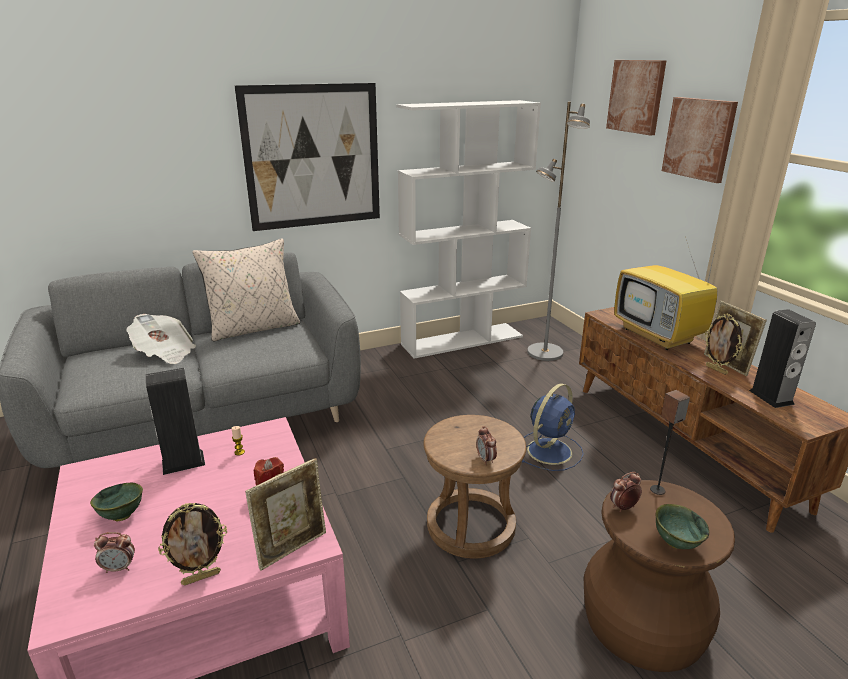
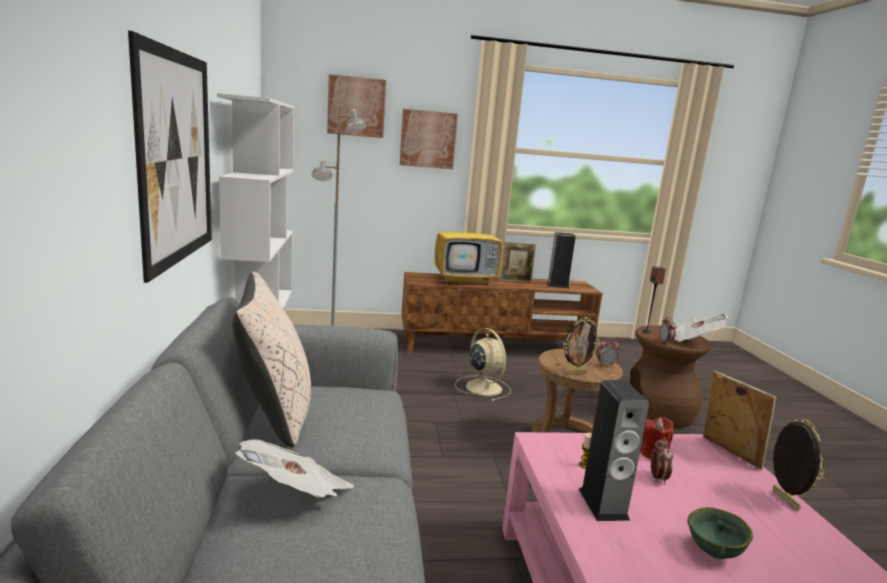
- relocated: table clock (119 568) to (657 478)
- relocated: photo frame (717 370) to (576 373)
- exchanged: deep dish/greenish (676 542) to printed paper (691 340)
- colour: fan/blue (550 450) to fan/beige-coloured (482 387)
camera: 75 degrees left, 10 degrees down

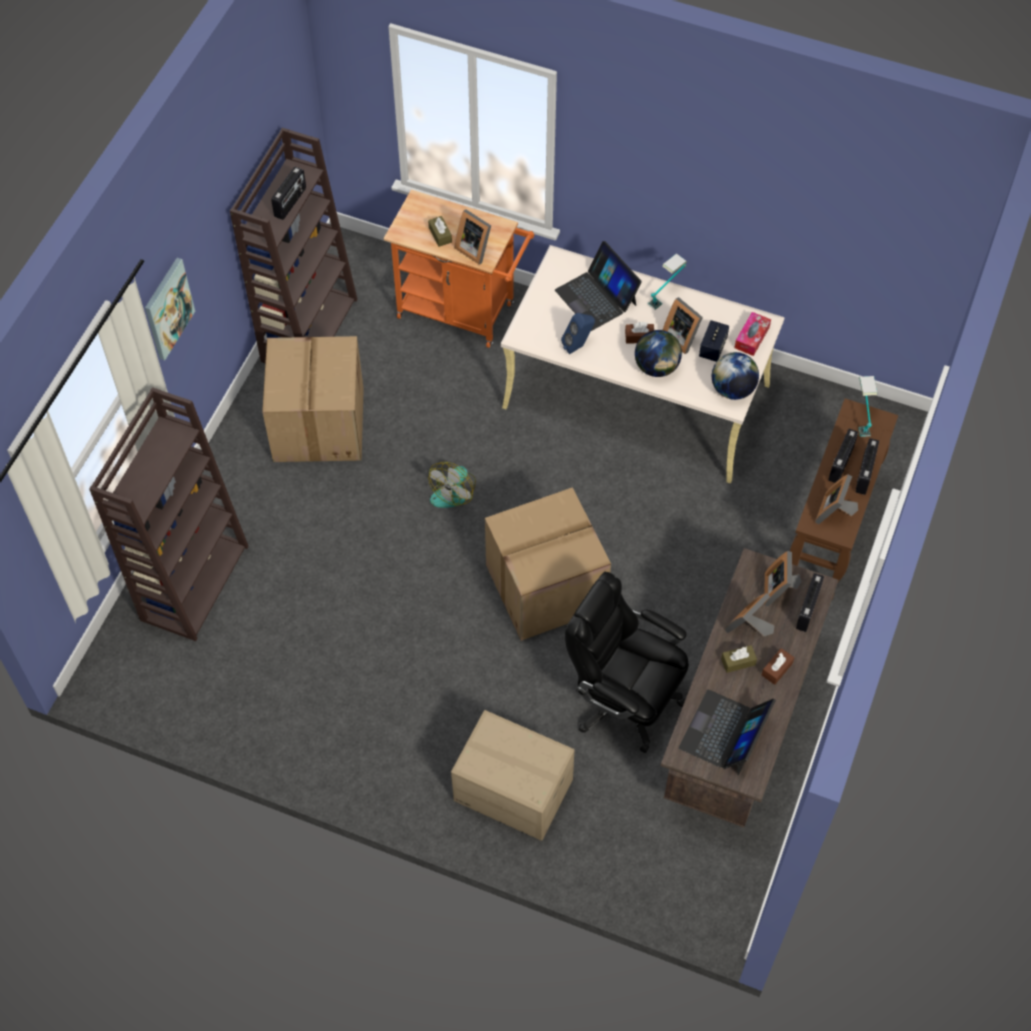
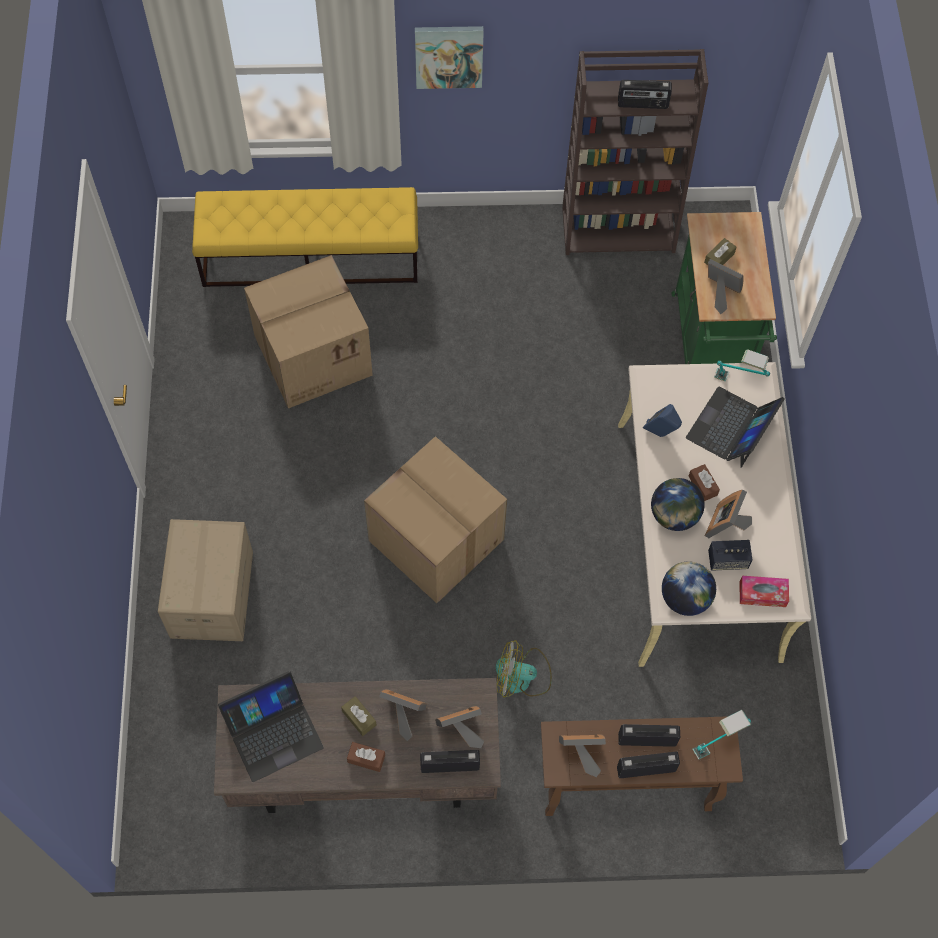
- missing: computer chair/blackish (623 699)
- relocated: carton (317 423) to (314 354)
- relocated: fan (453 491) to (522 677)
- relocated: lamp for a table (666 295) to (738 381)
- exchanged: bookshelf/brownish (194 581) to indoor bench/yellow (311 257)
- colour: trolley/orangey (462 312) to trolley/greenish (711 345)
- spun: photo frame (474 248) = (720 293) 105 degrees clockwise
- spun: laptop (724 733) = (273 733) 150 degrees clockwise
camera: 65 degrees right, 5 degrees up

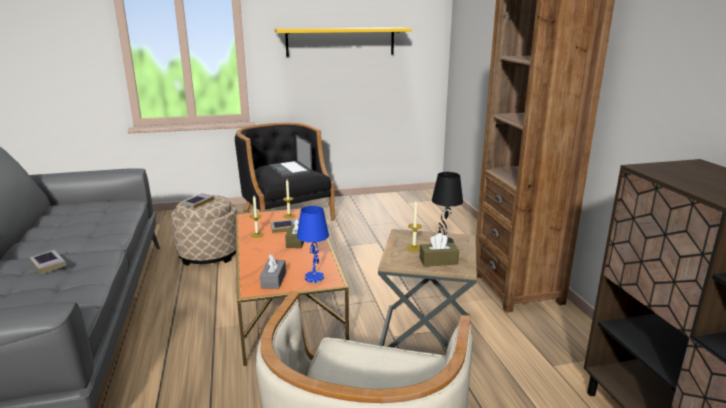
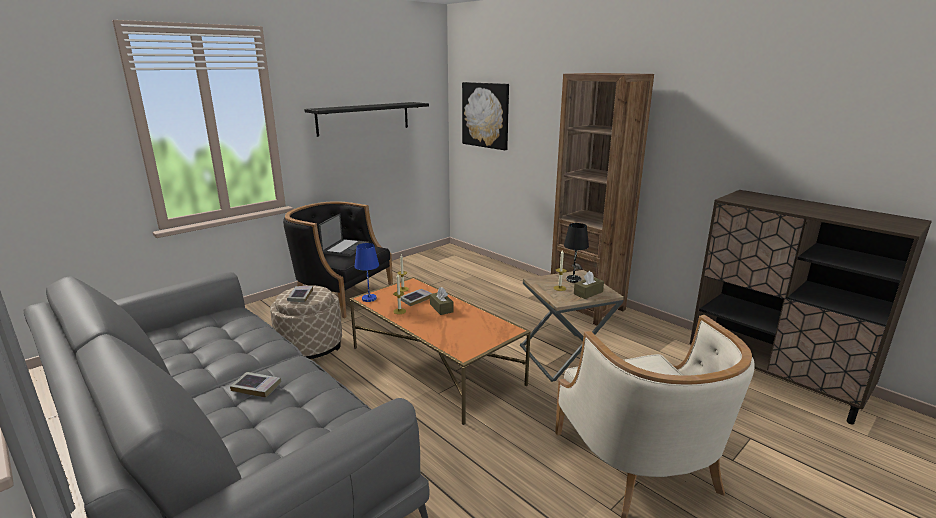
- missing: tissue box/gray (273 280)
- appeared: wall art (486 115)
- relocated: lamp for a table/blue (314 277) to (369 298)
- colour: bracket shelf/yellow (340 41) to bracket shelf/blackish (364 118)
- spun: laptop (290 169) = (346 248) 105 degrees counterclockwise
camera: 30 degrees left, 0 degrees up

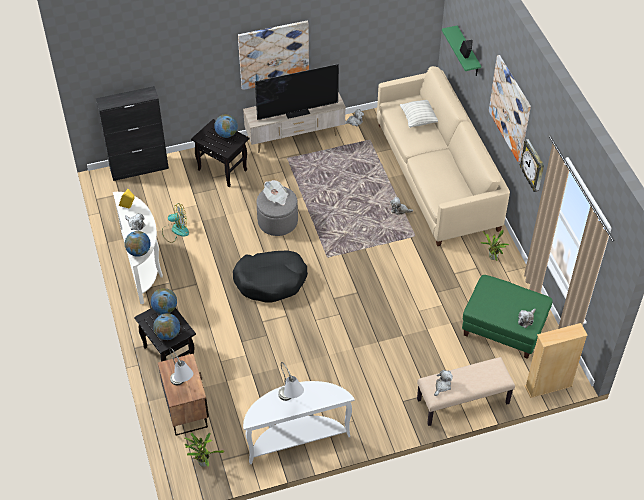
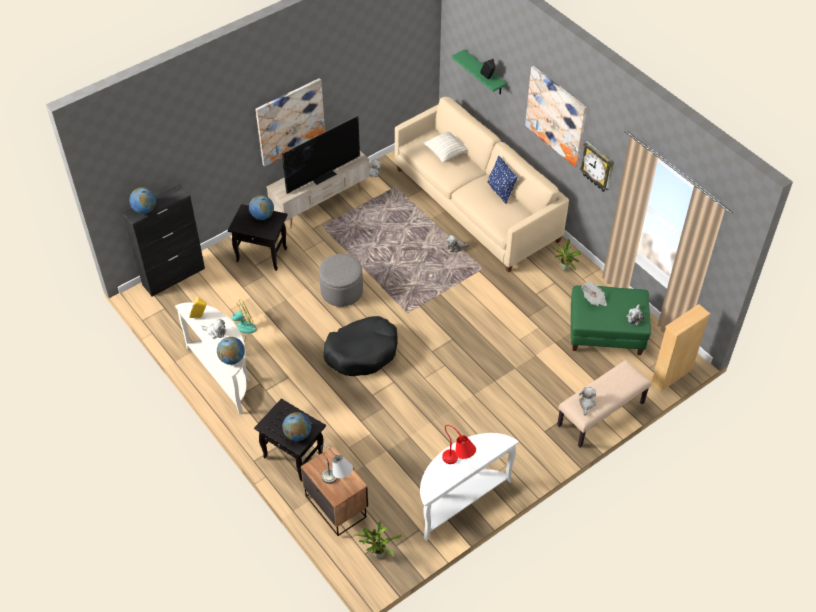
- appeared: pillow/blue (500 191)
- relocated: globe (165 309) to (145 209)
- relocated: printed paper (276 197) to (593 299)
- colour: lamp for a table/gray (290 402) to lamp for a table/red-coloured (458 463)
camera: 20 degrees left, 0 degrees up

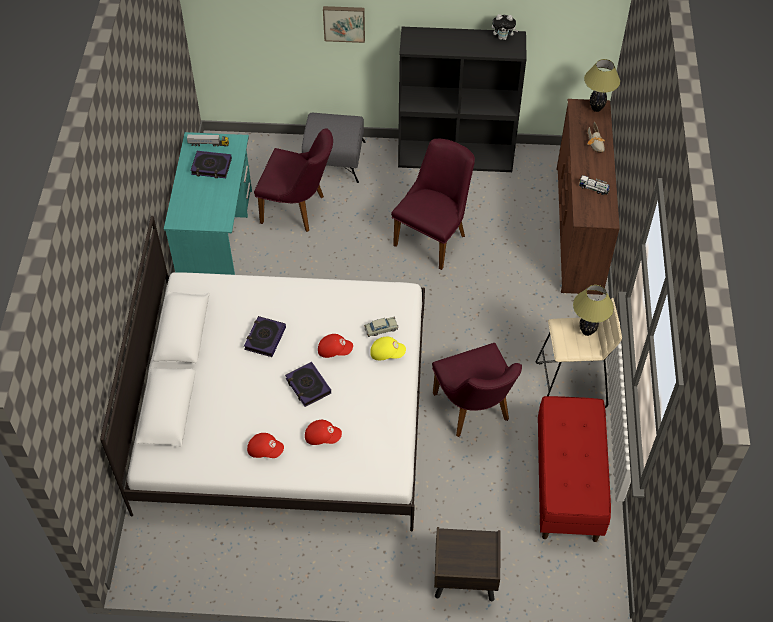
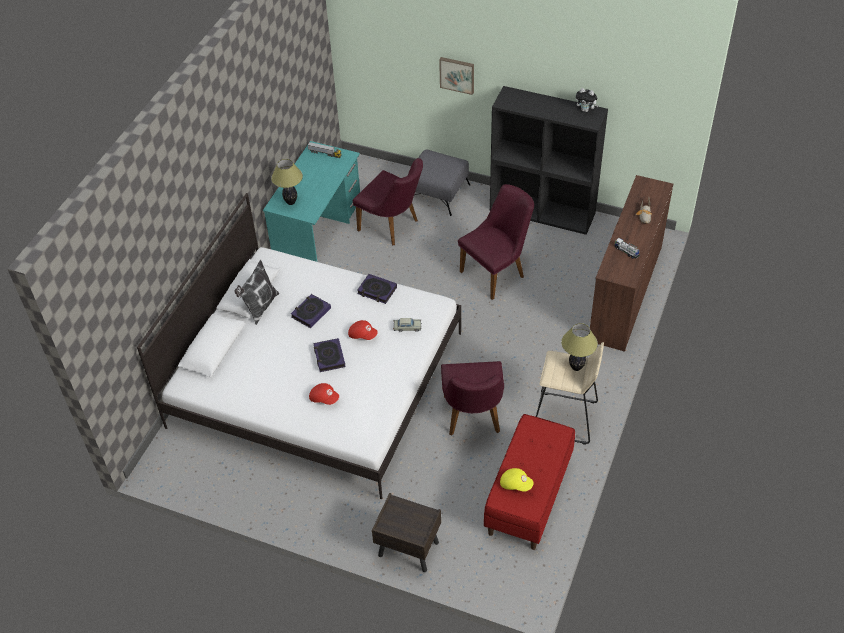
- missing: baseball cap/red-coloured (265 450)
- appeared: pillow (260 307)
- relocated: book (211 167) to (377 291)
- relocated: baseball cap/yellow (387 353) to (516 484)
- relocated: lamp for a table (596 108) to (290 202)
camera: 20 degrees right, 5 degrees down

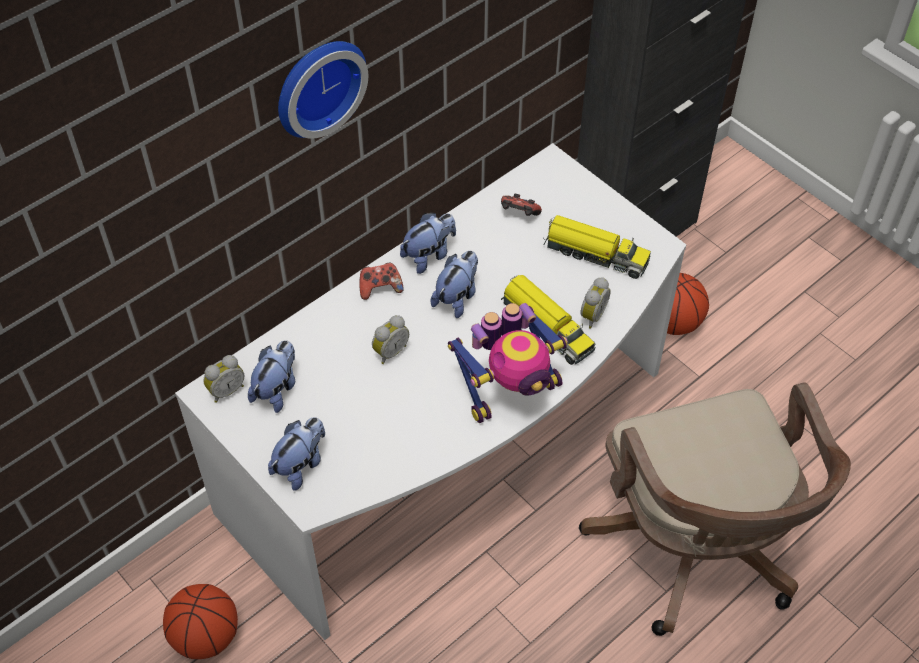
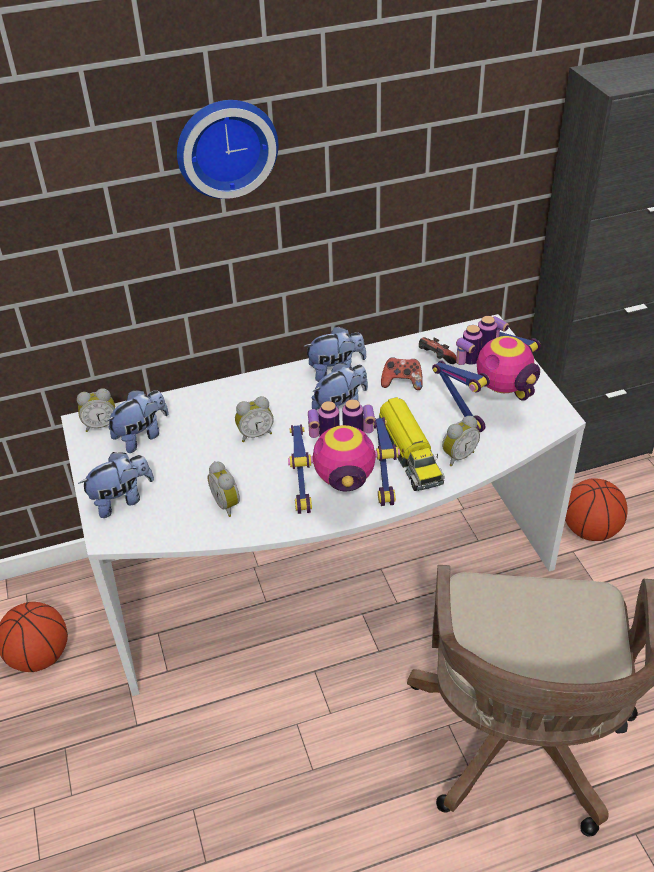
- appeared: table clock (228 504)
- relocated: gamepad (380 288) to (402 383)
- exchanged: toy truck (595 254) to toy robot (489 408)
camera: 25 degrees right, 10 degrees down

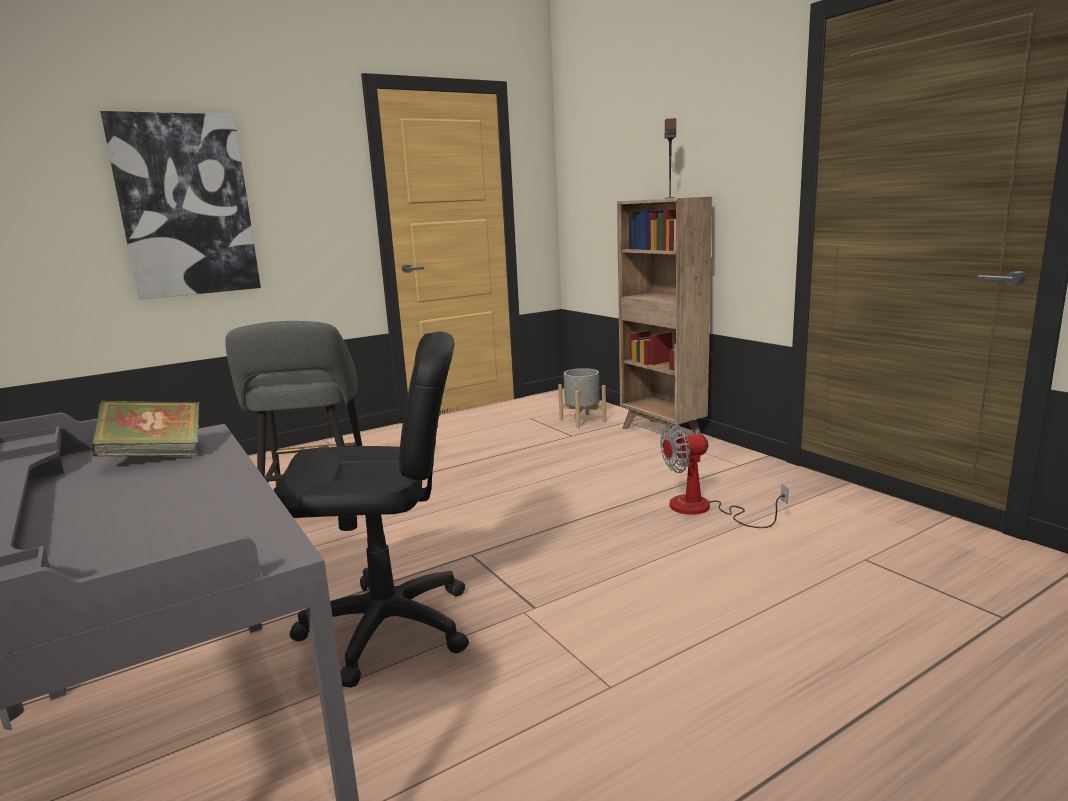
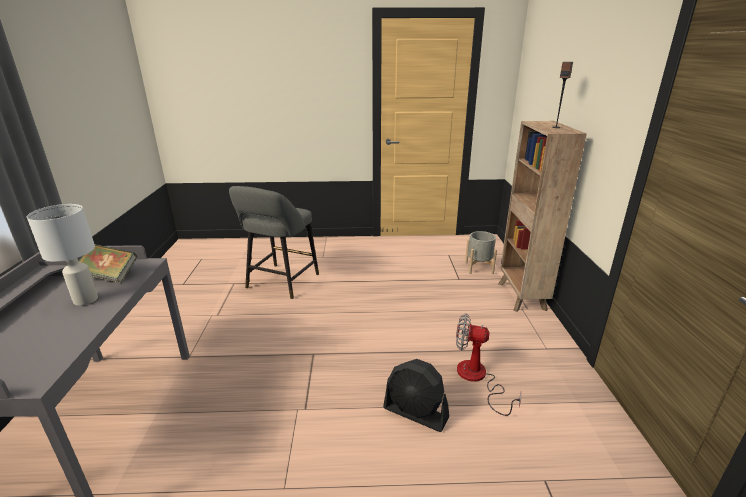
- missing: wall art (185 206)
- missing: computer chair/blackish (388 628)
- appeared: lamp for a table/white (85 300)
- appeared: fan/blackish (415 413)
camera: 30 degrees right, 10 degrees up

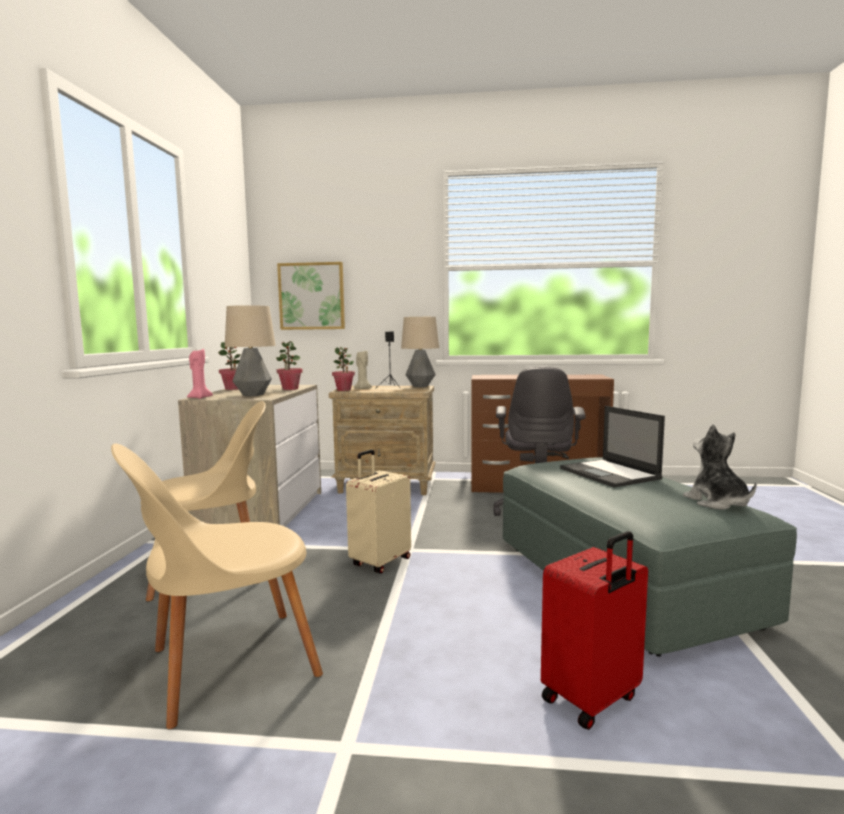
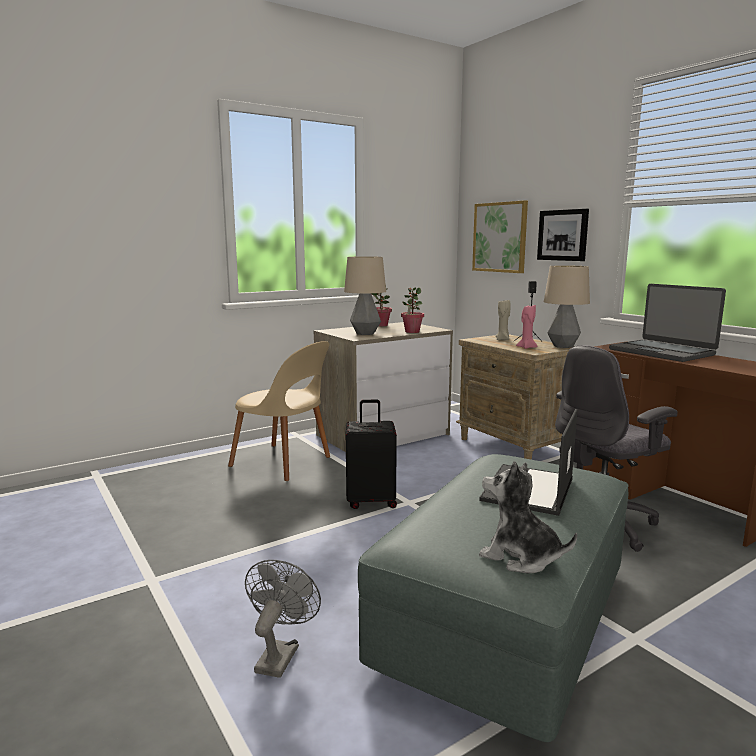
- missing: chair/beige-coloured (226 665)
- missing: plant in a pot (344 390)
- appeared: wall art (563 235)
- appeared: laptop (662 352)
- relocated: wax candle/pink (199 398) to (526 347)
- exchanged: travel case/red-coloured (592 699) to fan/gray (279 654)
- colour: travel case/beige-coloured (379 562) to travel case/blackish (371 501)
- spun: cuddly toy (717 503) = (520 557) 90 degrees counterclockwise
camera: 50 degrees right, 5 degrees up

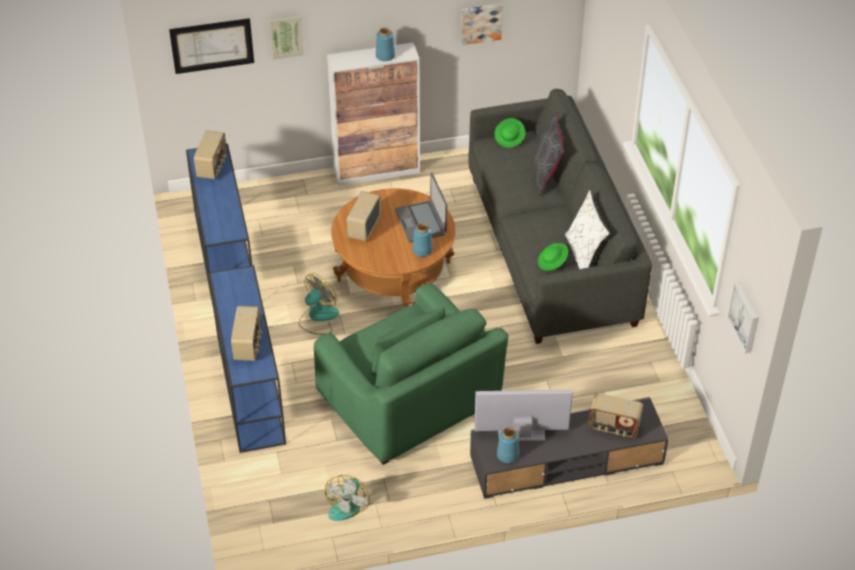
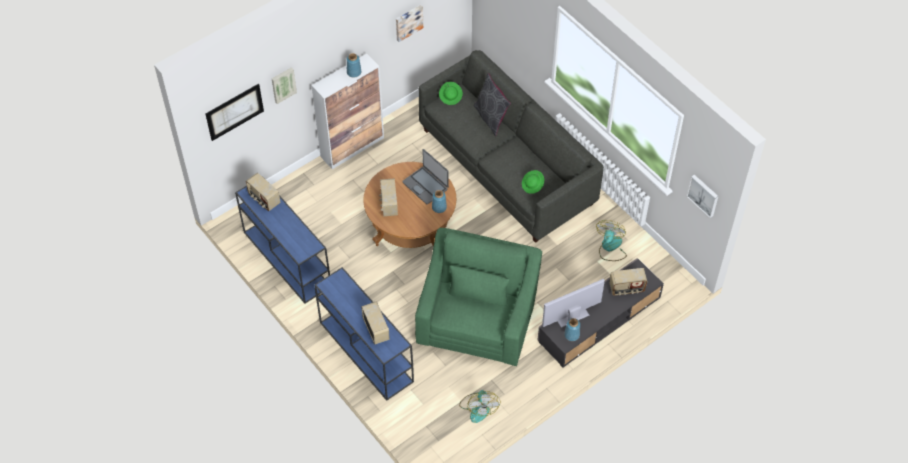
- missing: pillow/white (584 255)
- relocated: fan (318 317) to (610 248)
- spun: radio set (212 167) = (264 199) 150 degrees clockwise
- spun: armchair/greenish (410 402) = (477 318) 105 degrees counterclockwise
camera: 25 degrees left, 10 degrees up

